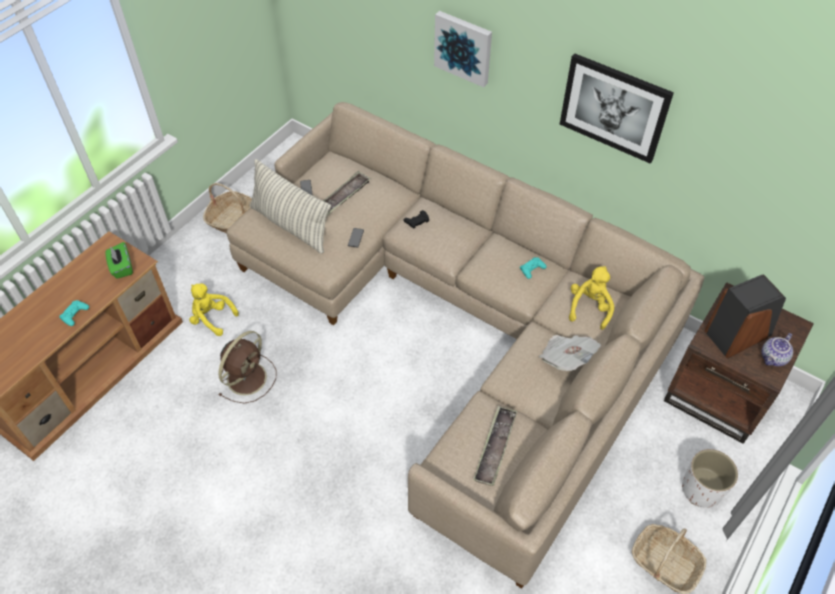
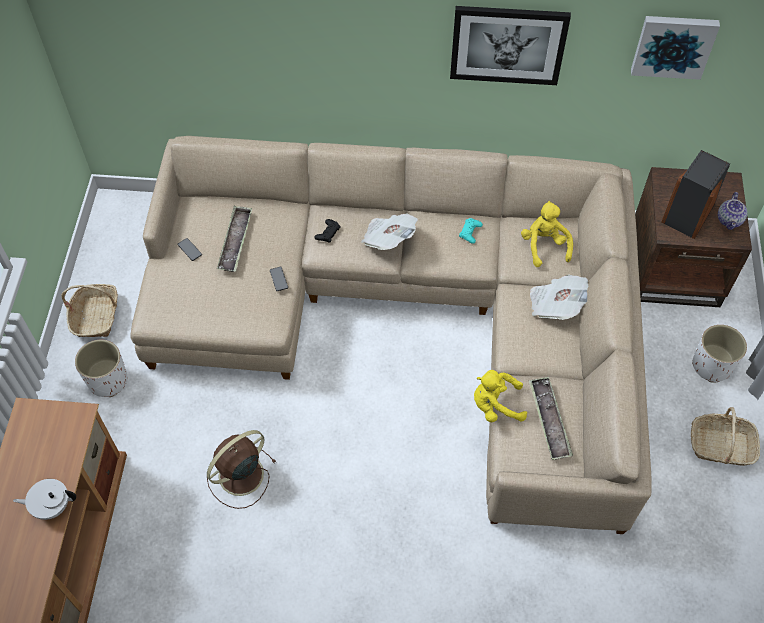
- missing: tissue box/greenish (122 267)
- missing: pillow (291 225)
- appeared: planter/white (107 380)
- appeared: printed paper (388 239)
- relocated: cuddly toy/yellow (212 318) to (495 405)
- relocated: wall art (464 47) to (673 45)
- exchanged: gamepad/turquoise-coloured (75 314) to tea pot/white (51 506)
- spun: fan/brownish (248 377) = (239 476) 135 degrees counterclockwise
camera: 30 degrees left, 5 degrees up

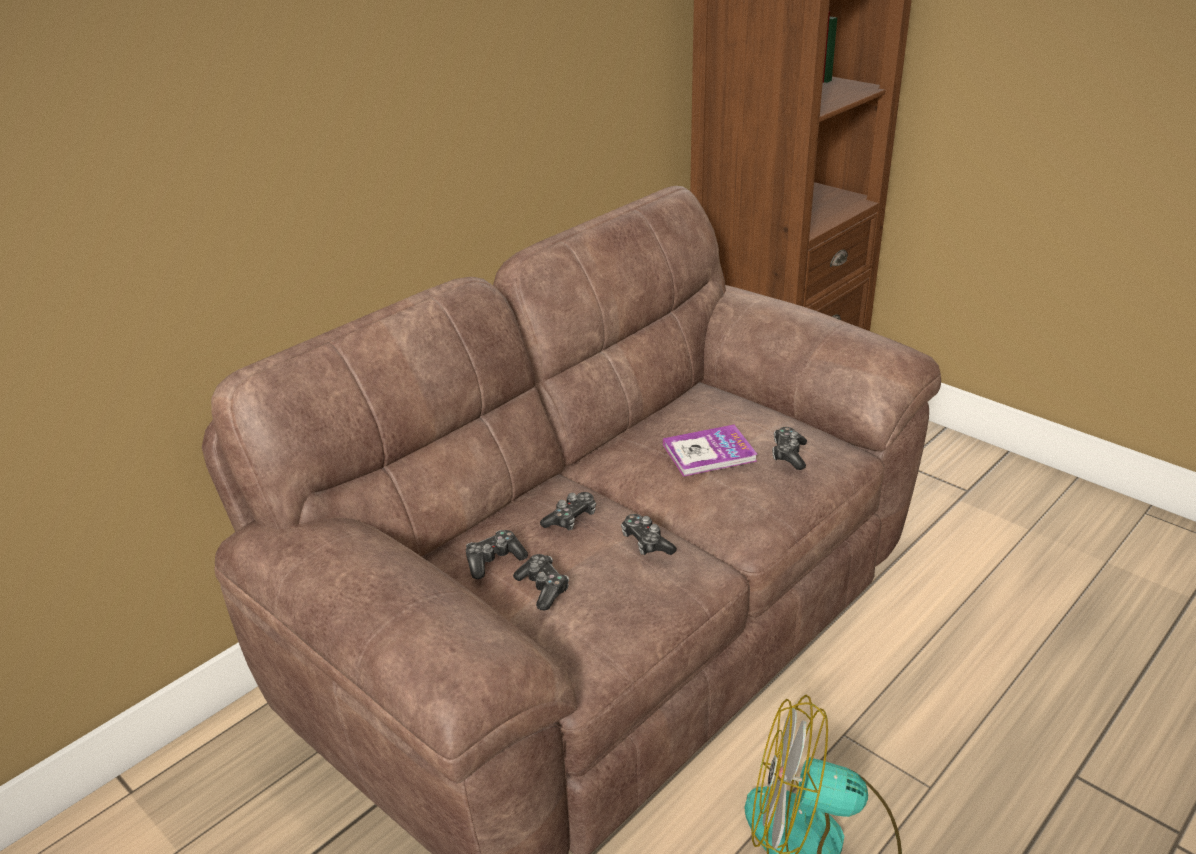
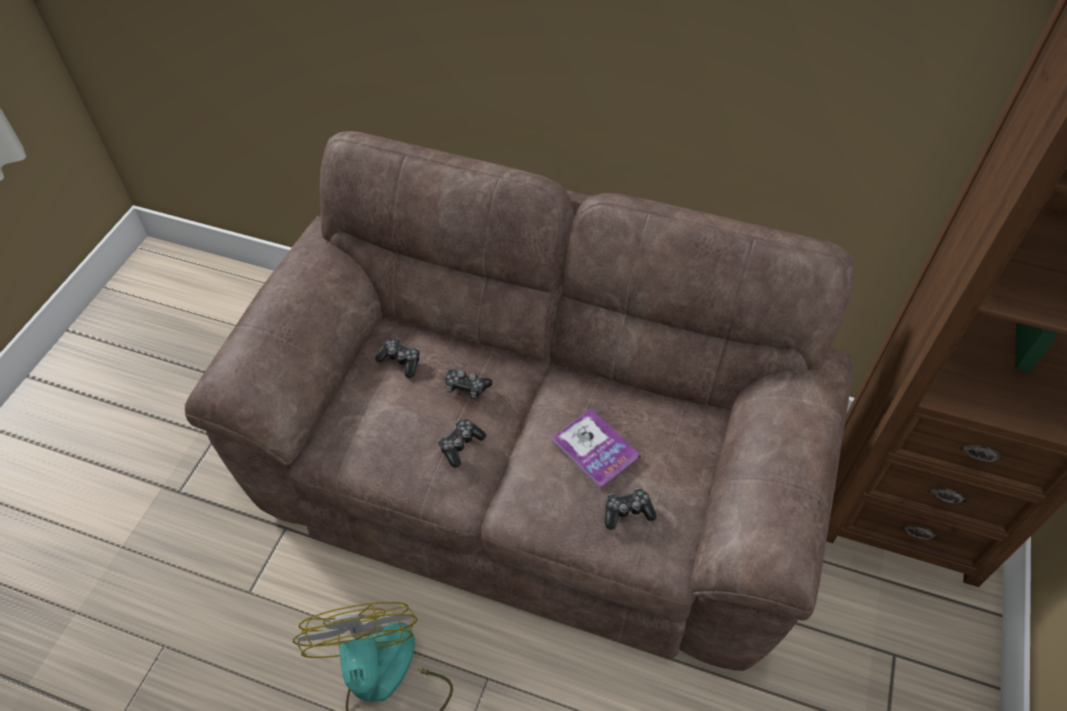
- missing: gamepad (543 588)
camera: 65 degrees right, 20 degrees up

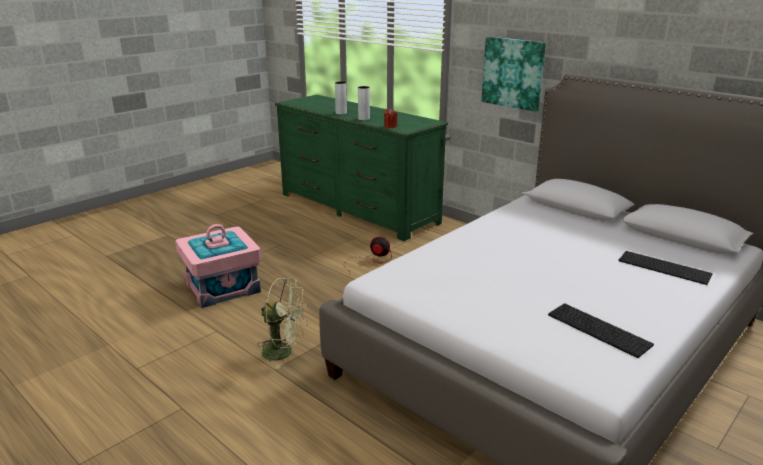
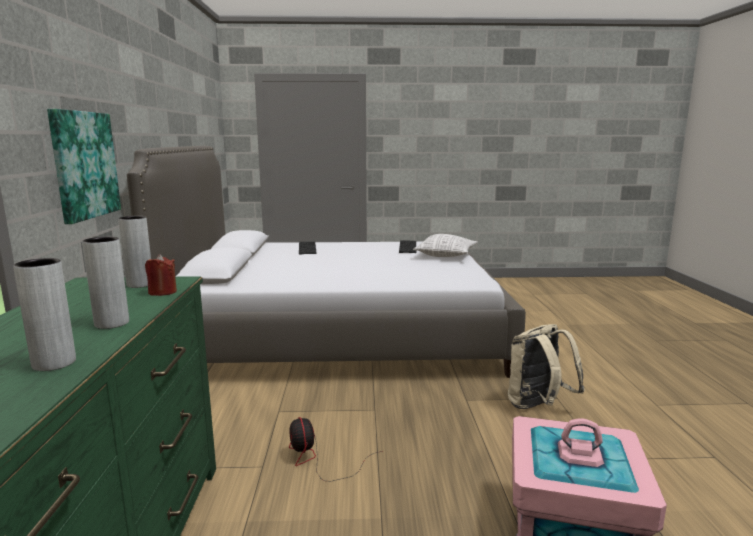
- appeared: flower vase/gray (140 284)
- appeared: pillow (445 255)
- exchanged: fan/greenish (284 352) to backpack/beige-coloured (538 406)
camera: 135 degrees left, 10 degrees down

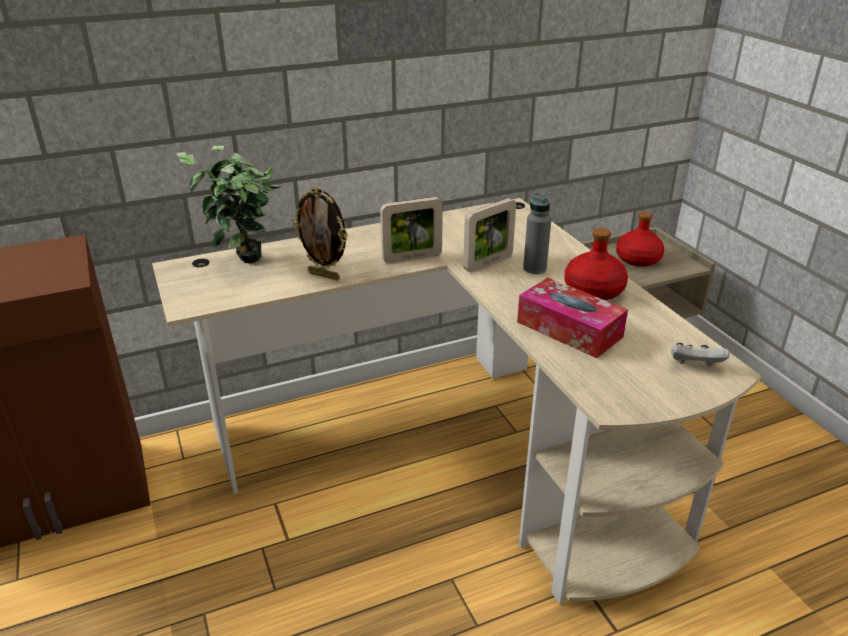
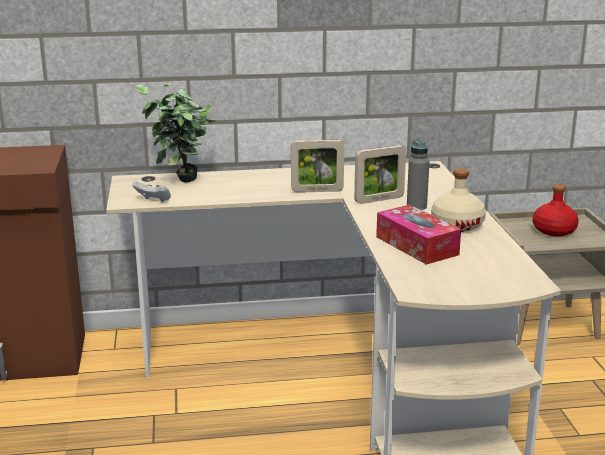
- missing: photo frame (324 275)
- relocated: gamepad/white (695 366) to (154 200)
- colour: drink bottle/red-coloured (593 290) to drink bottle/beige-coloured (457 225)
camera: 15 degrees right, 10 degrees down

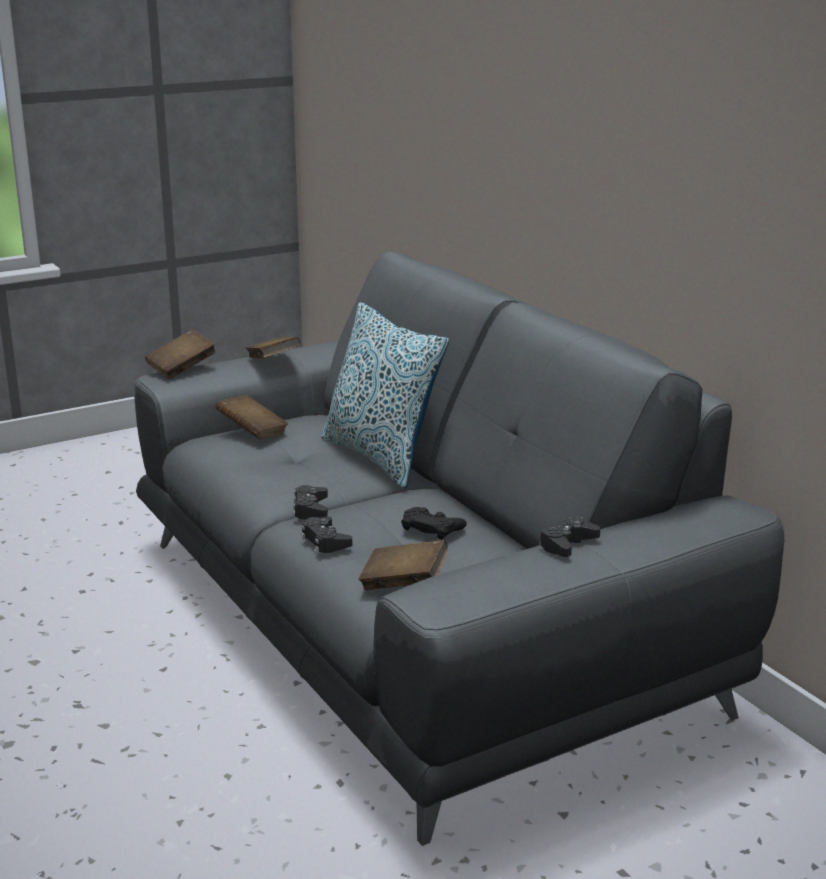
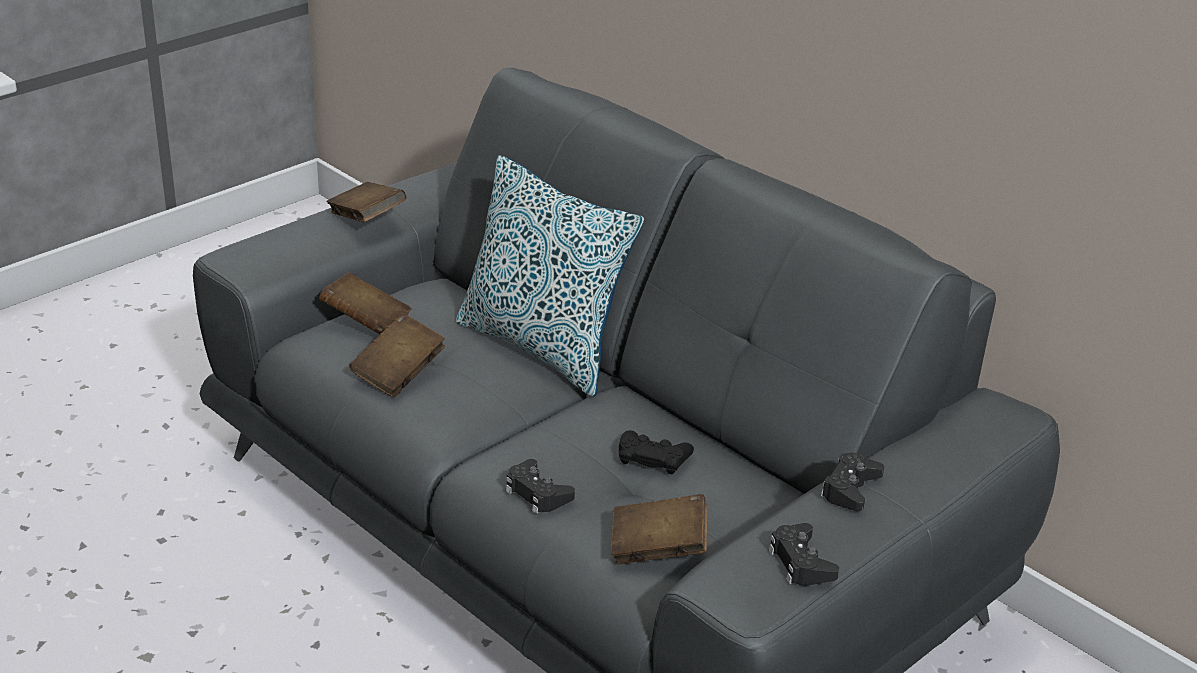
- relocated: book/brownish (182 369) to (398 373)
- relocated: gamepad/blackish (310 509) to (800 562)
camera: 15 degrees left, 10 degrees up

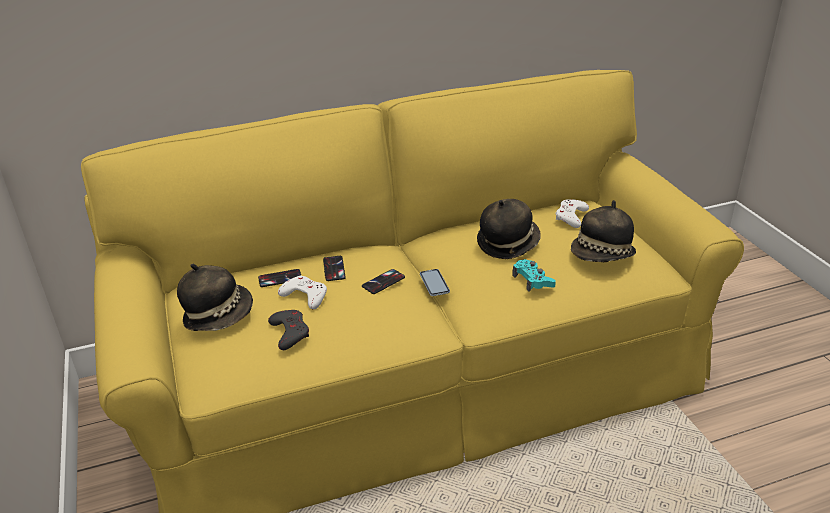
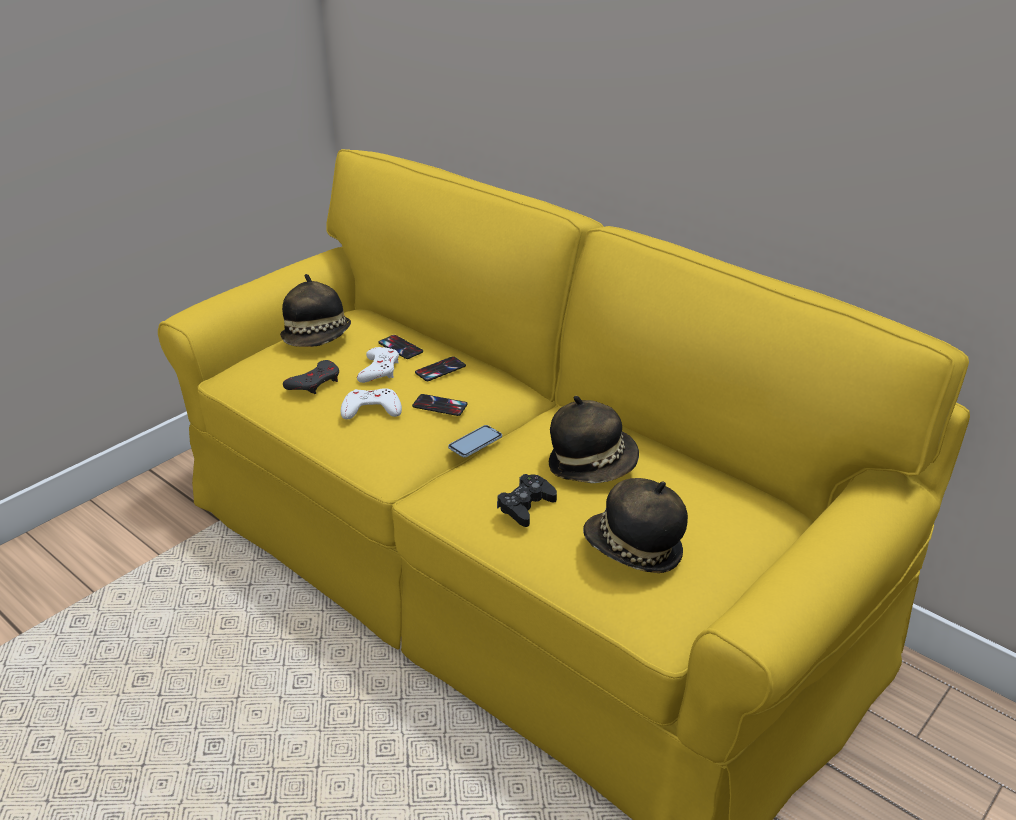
- relocated: gamepad/white (571 216) to (371 409)
- colour: gamepad/turquoise-coloured (533 280) to gamepad/blackish (526 506)
camera: 60 degrees right, 0 degrees up

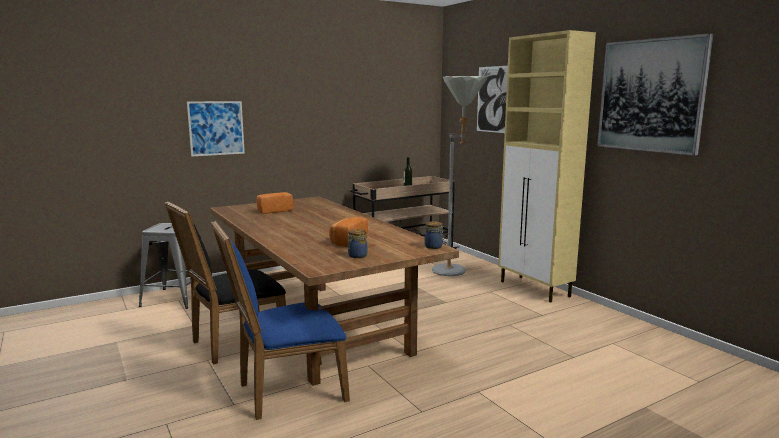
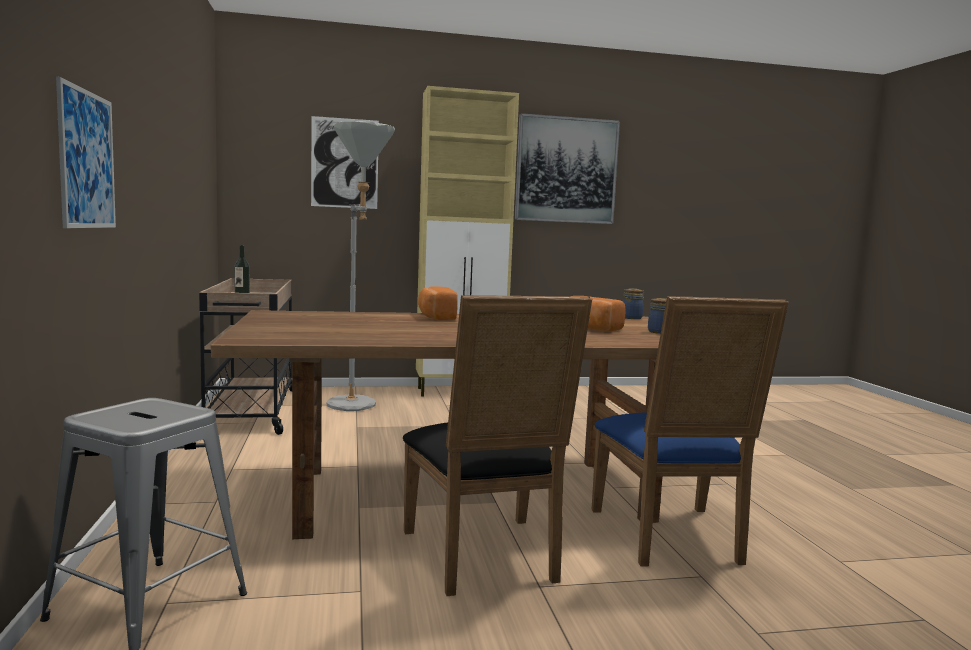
- relocated: bakery bread (274 211) to (435 317)
camera: 70 degrees left, 5 degrees down

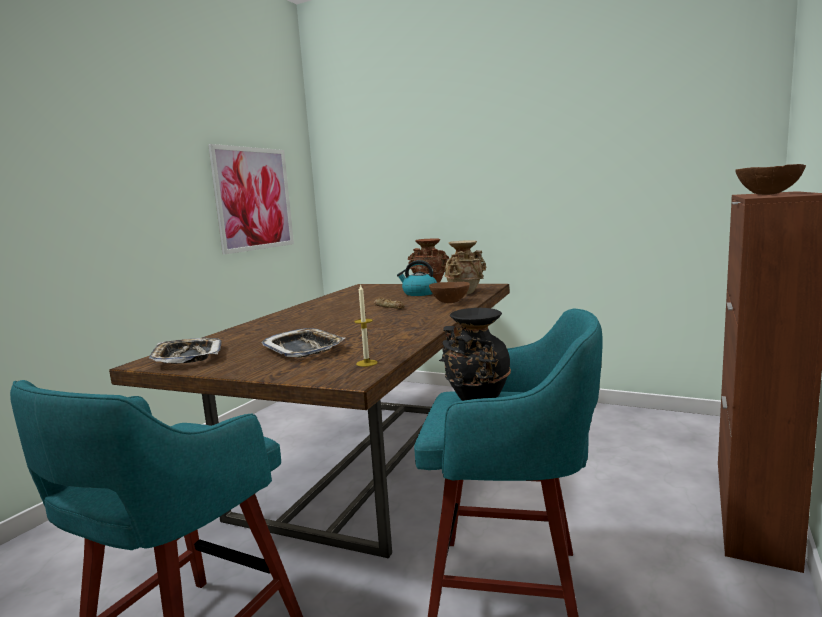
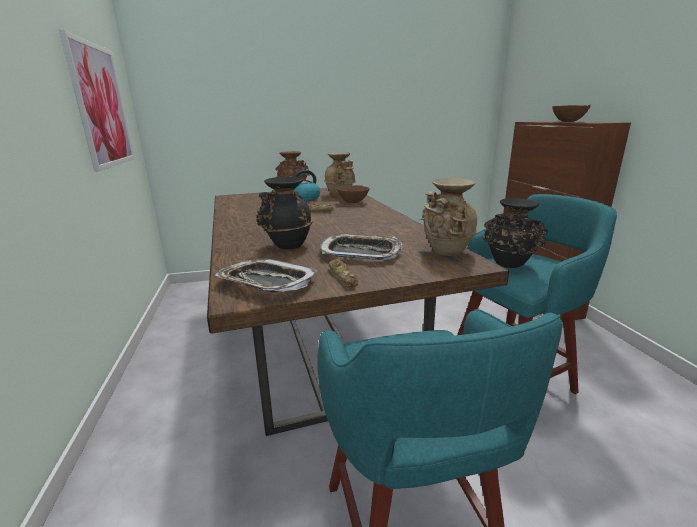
- appeared: flower vase/blackish (287 245)
- appeared: bakery bread (343 276)
- exchanged: wax candle (366 363) to flower vase/beige-coloured (446 252)
camera: 40 degrees left, 10 degrees up

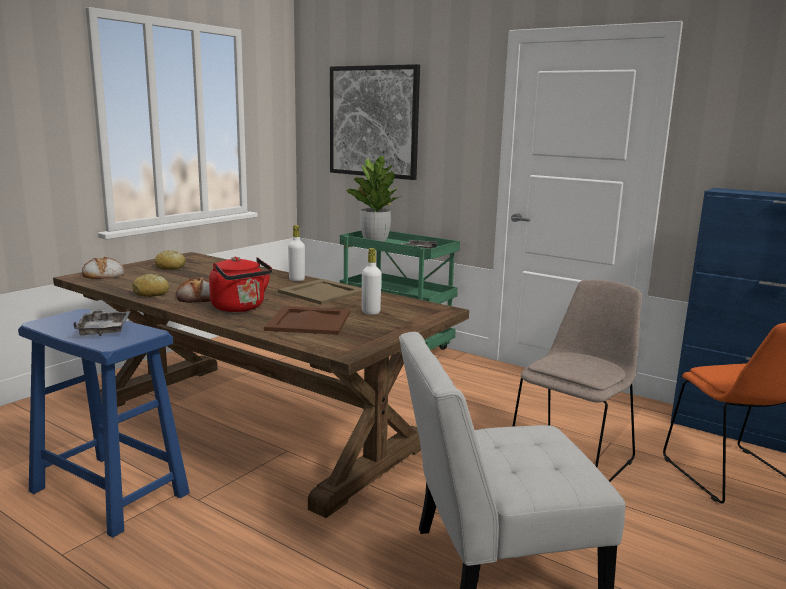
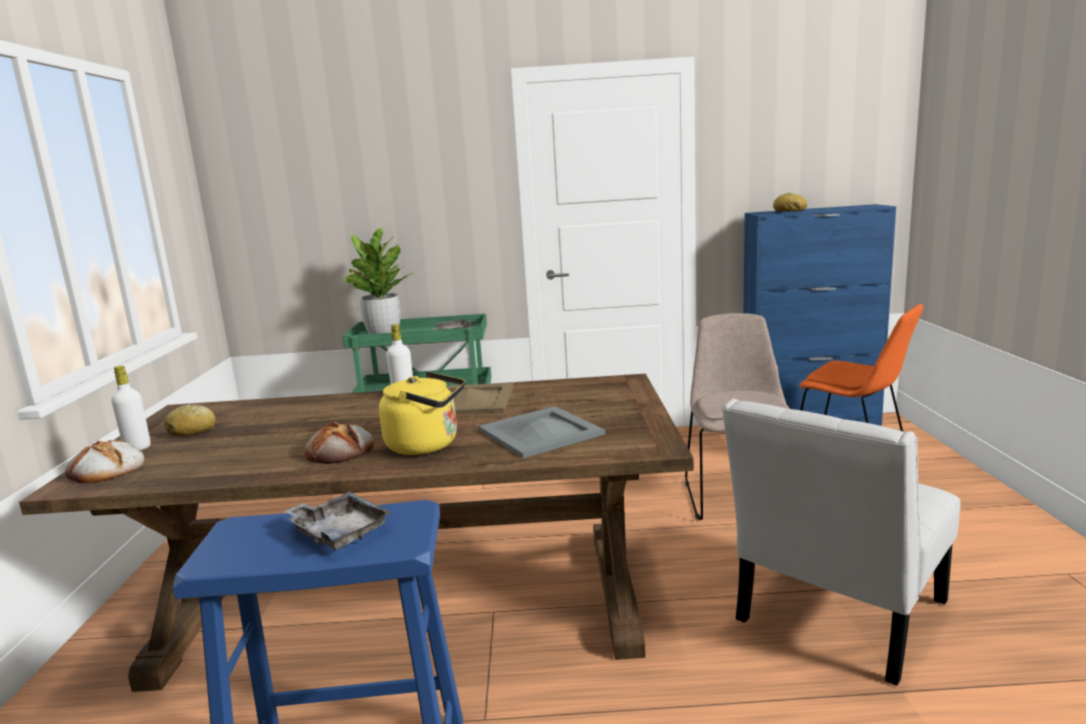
- missing: wall art (373 121)
- relocated: bakery bread (151 293) to (790 211)
- relocated: drink bottle/white (371 312) to (137 448)
- colour: water kettle/red-coloured (240 308) to water kettle/yellow (427 445)
- colour: serving tray/brownish (308 321) to serving tray/gray (539 432)
camera: 35 degrees left, 0 degrees up

